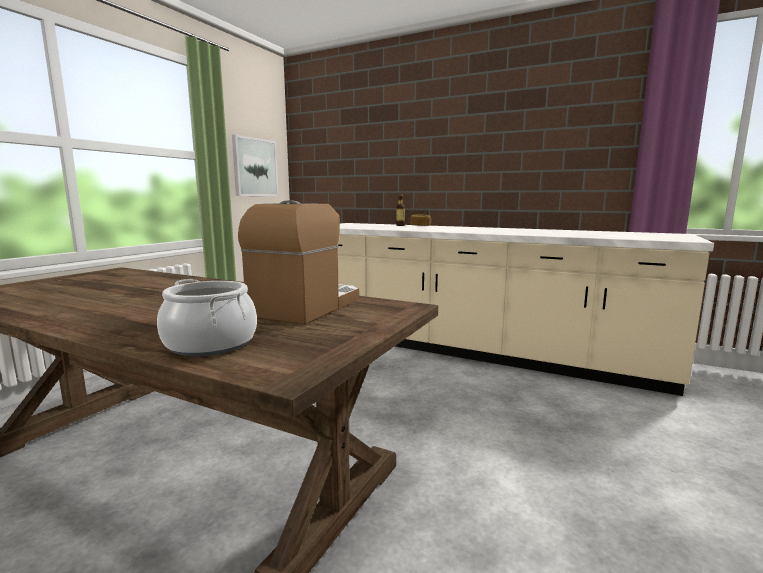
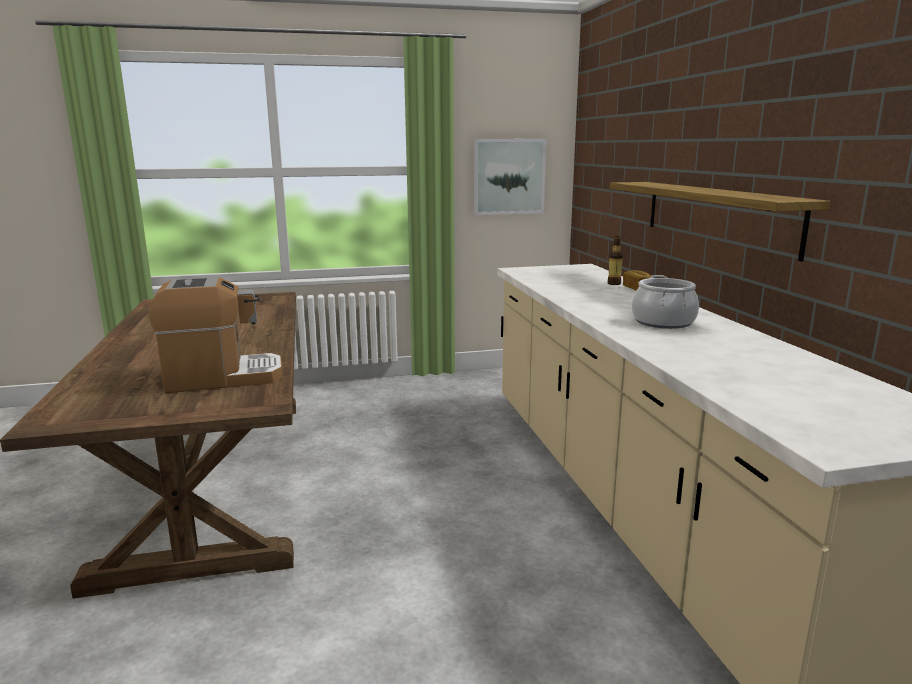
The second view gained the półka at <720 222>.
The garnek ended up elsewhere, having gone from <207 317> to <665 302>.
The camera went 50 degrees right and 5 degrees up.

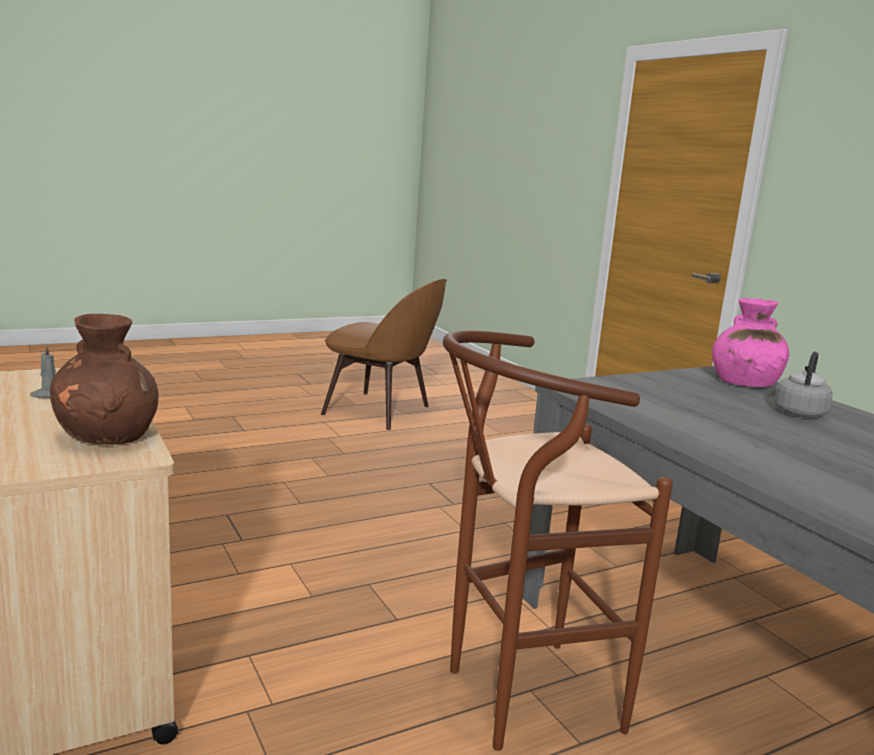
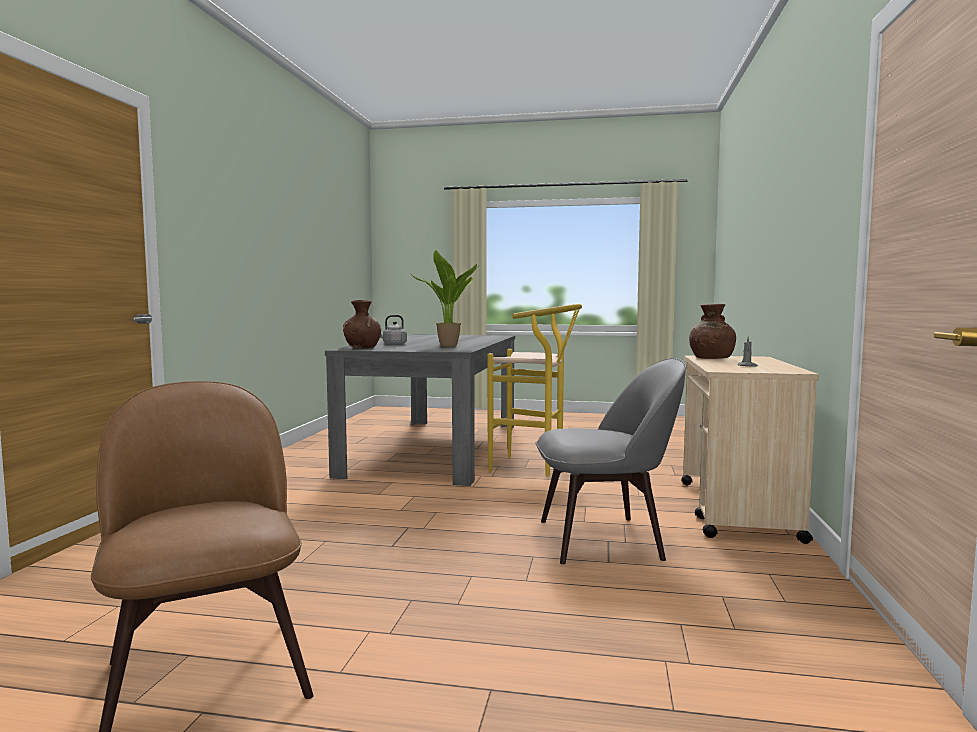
What was the wazon (różowy) at <750 342> turned into the wazon (brązowy) at <362 324>.
The second view gained the roślina doniczkowa at <444 298>.
What was the stołek (brązowy) at <558 540> turned into the stołek (żółty) at <534 390>.
The second view gained the krzesło (szary) at <611 461>.
The camera went 140 degrees left and 10 degrees down.

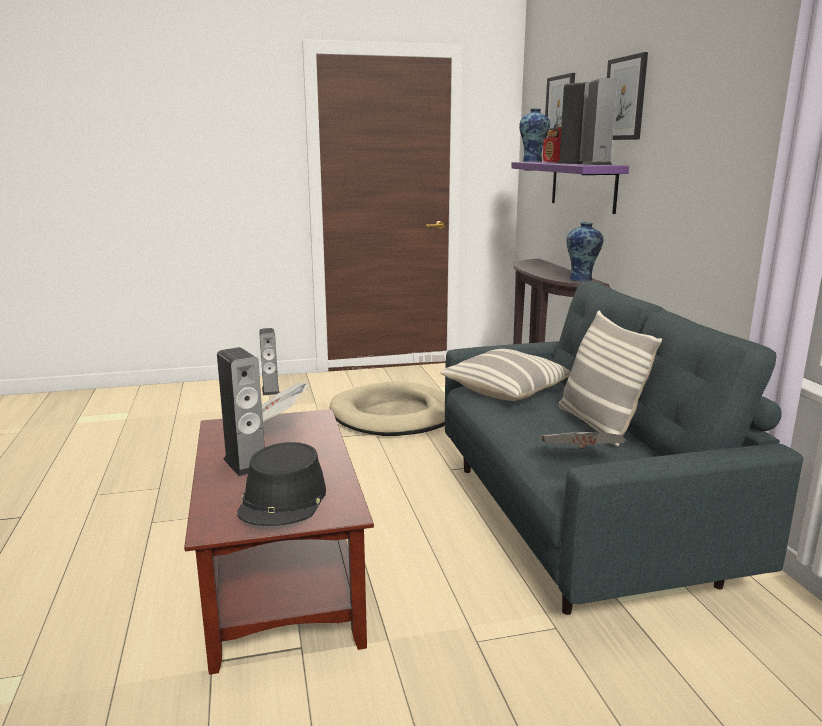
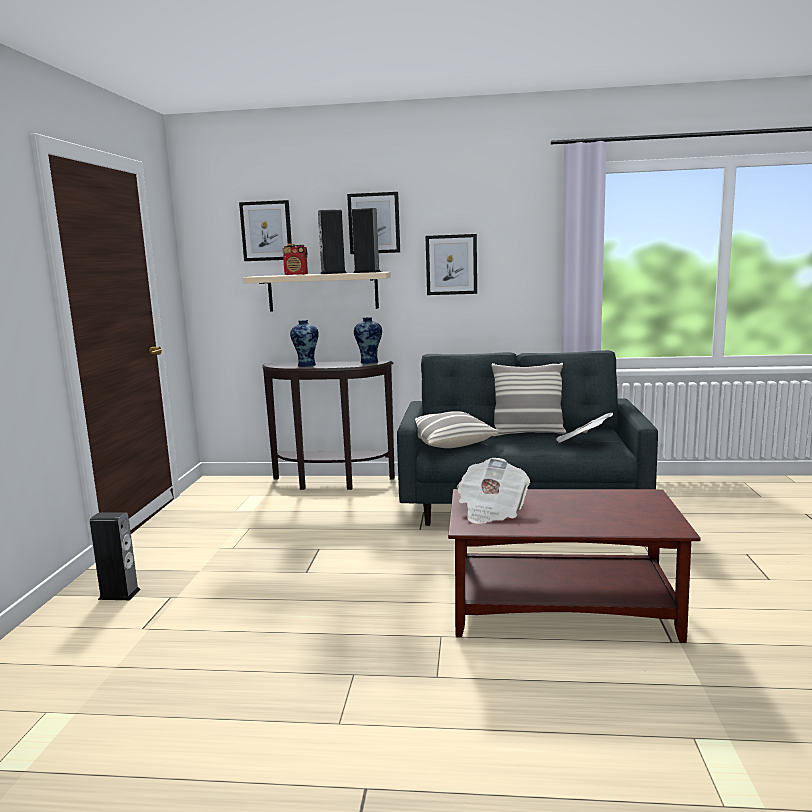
What was the półka (fioletowy) at <570 188> turned into the półka (beżowy) at <317 292>.
The wazon ended up elsewhere, having gone from <534 135> to <304 343>.
The second view gained the obraz at <451 264>.
The second view lost the głośnik at <241 411>.
The second view lost the kapelusz (czarny) at <281 484>.
The second view lost the legowisko (beżowy) at <387 408>.
The camera went 70 degrees left and 5 degrees down.

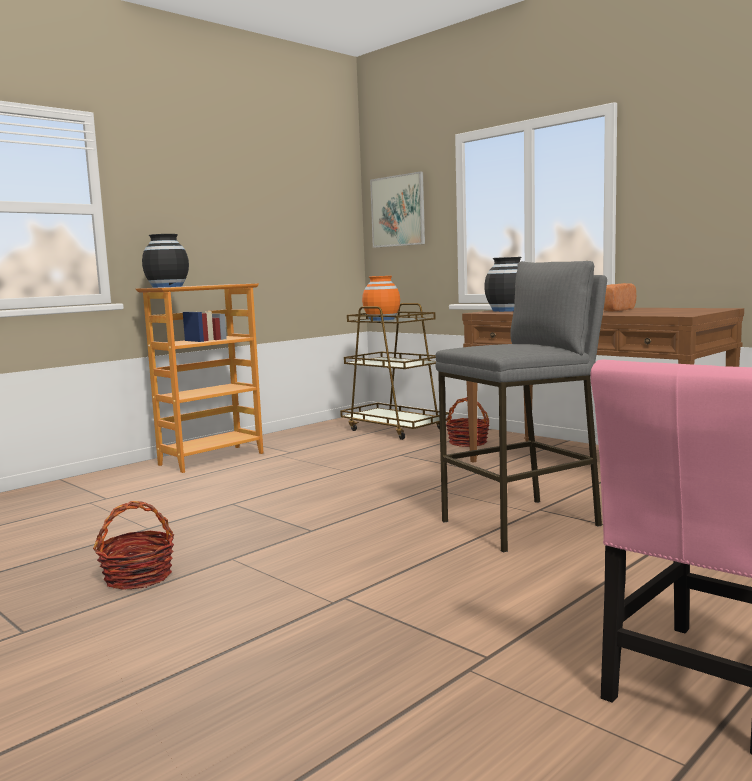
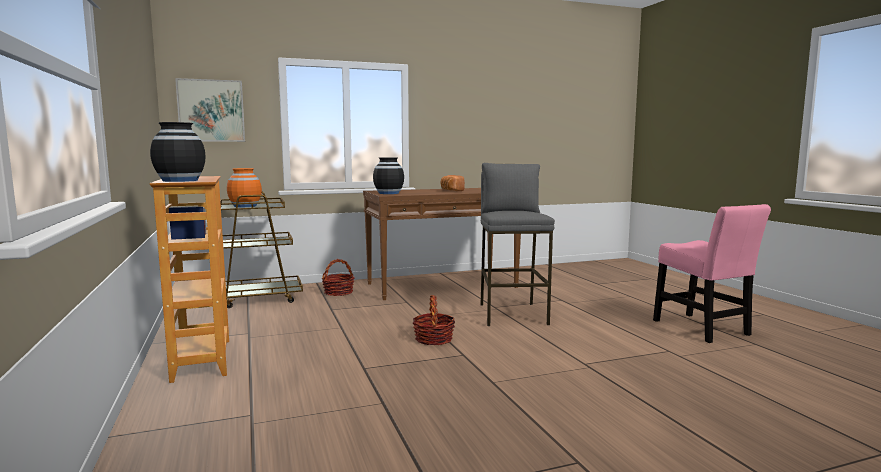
The koszyk ended up elsewhere, having gone from <133 545> to <434 320>.
The camera went 65 degrees left and 0 degrees up.

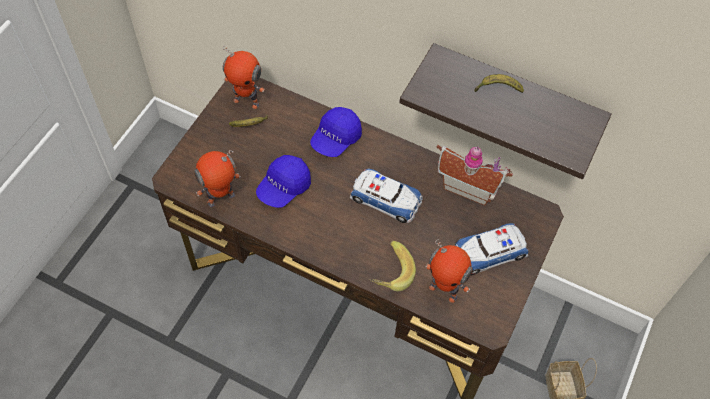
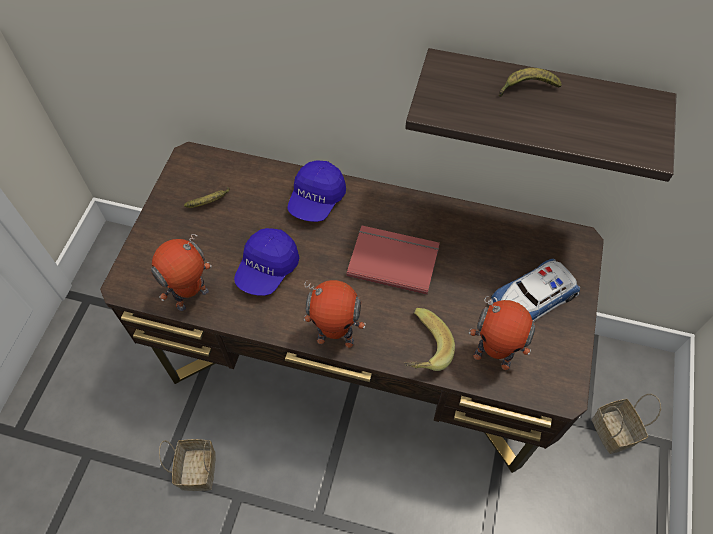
The second view gained the koszyk at <187 465>.
The robot zabawkowy ended up elsewhere, having gone from <244 77> to <335 314>.
Where the samochodzik stood at <386 195>, the książka (czerwony) came to stand at <393 260>.
The second view lost the domek at <475 175>.
The camera went 10 degrees left and 0 degrees up.

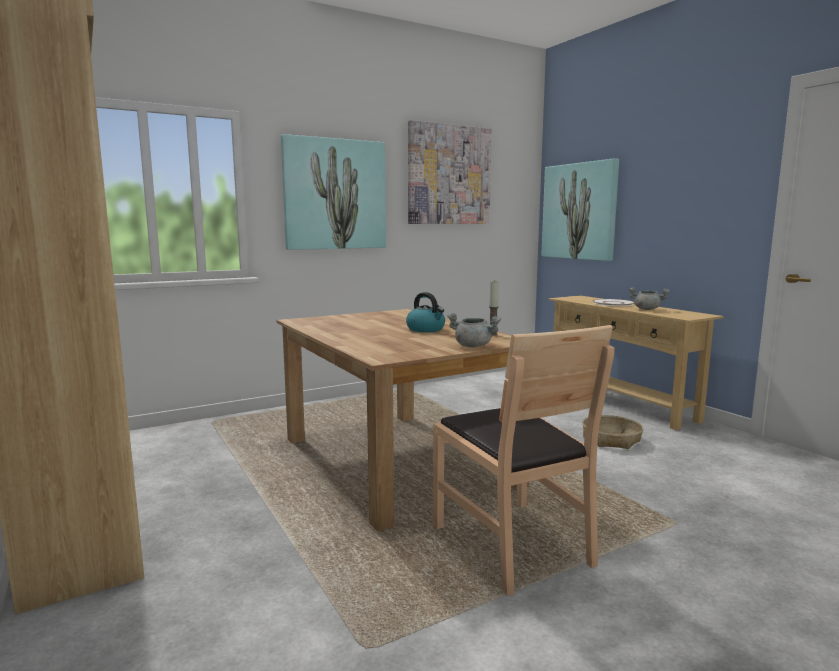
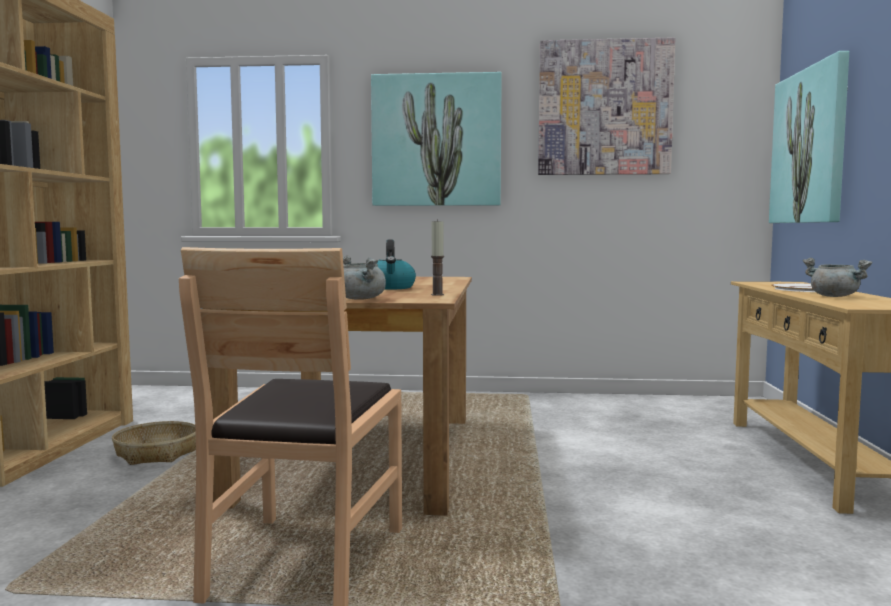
The koszyk ended up elsewhere, having gone from <613 432> to <154 443>.
The camera went 35 degrees right and 5 degrees down.

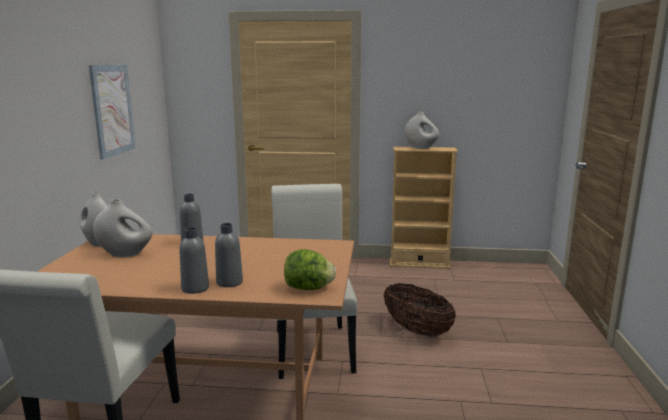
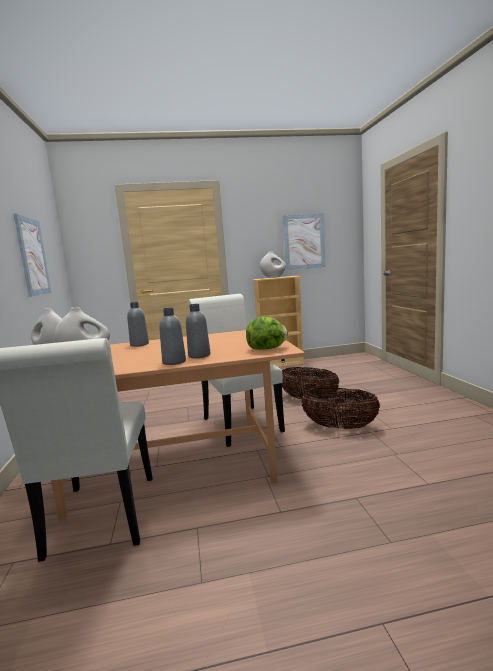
The second view gained the obraz at <304 241>.
The second view gained the koszyk at <340 408>.
The camera went 15 degrees left and 5 degrees down.

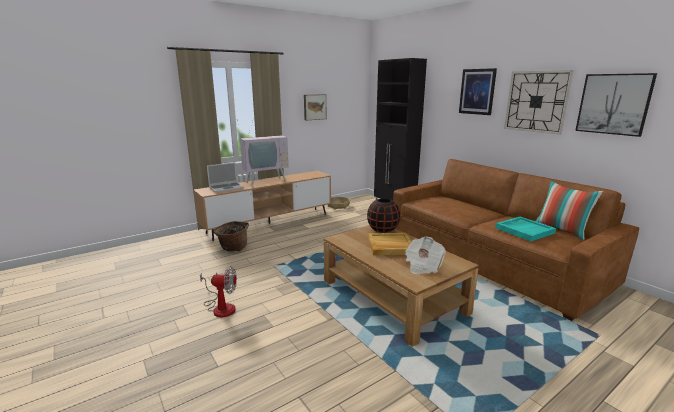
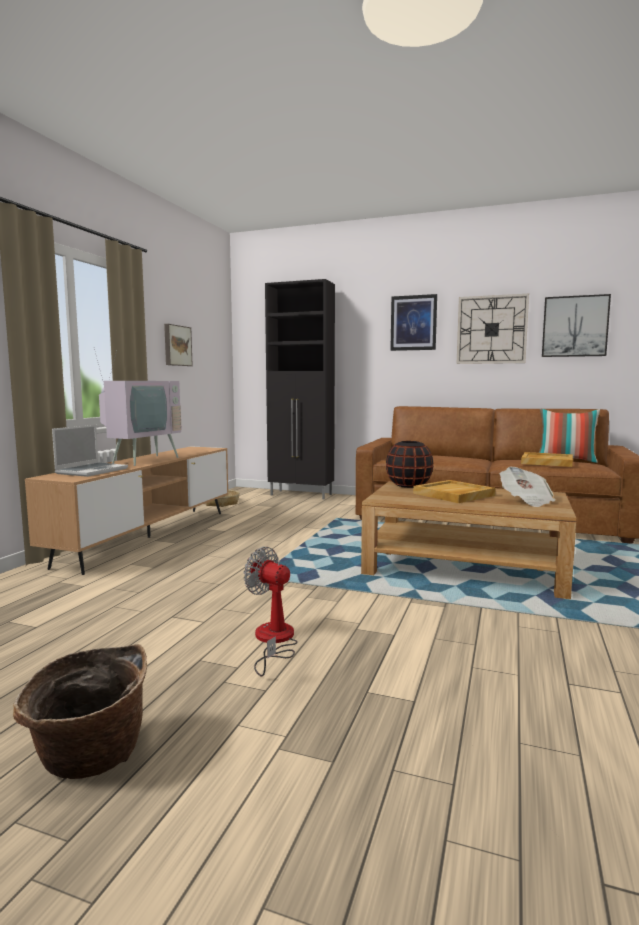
The koszyk ended up elsewhere, having gone from <231 236> to <80 711>.
The wentylator at <218 291> ended up facing another way, 105 degrees counterclockwise from before.
What was the taca (turkusowy) at <525 229> turned into the taca (beżowy) at <547 459>.
The camera went 35 degrees left and 10 degrees down.

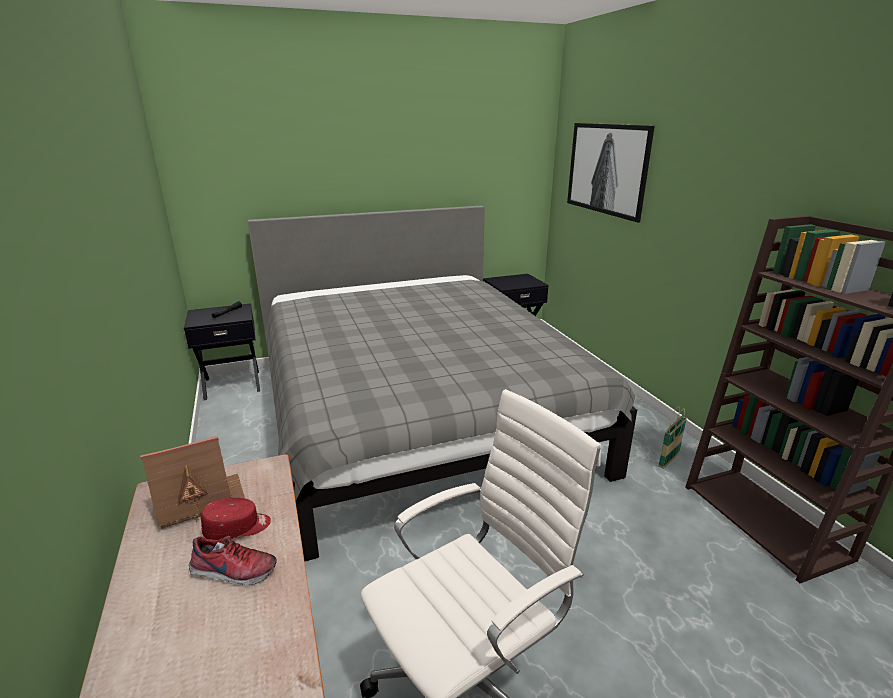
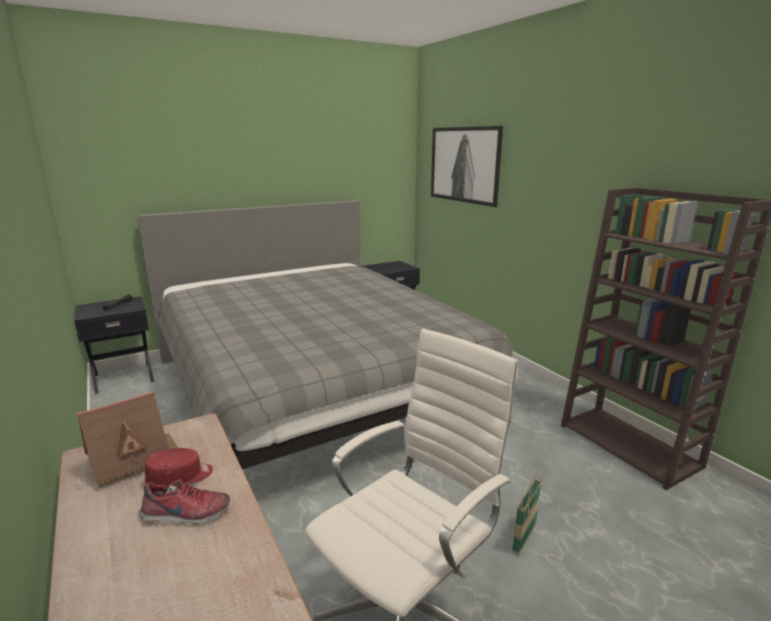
The koszyk ended up elsewhere, having gone from <672 437> to <527 512>.
The camera went 10 degrees left and 5 degrees down.

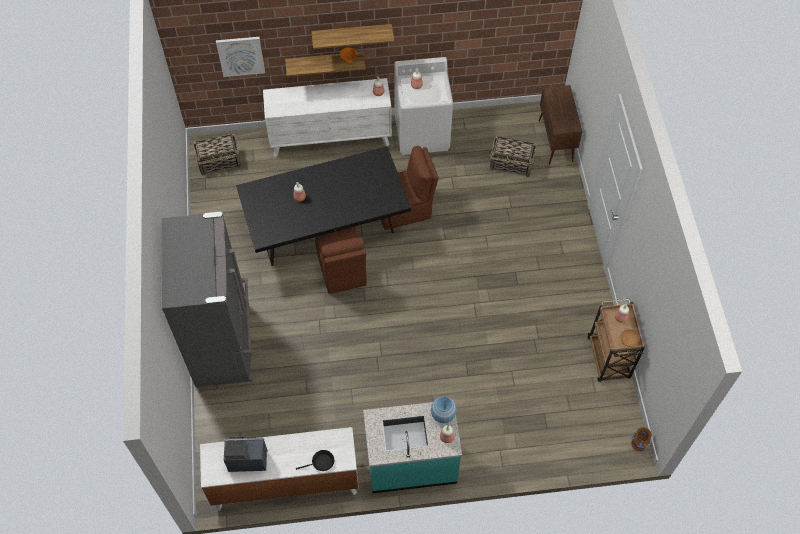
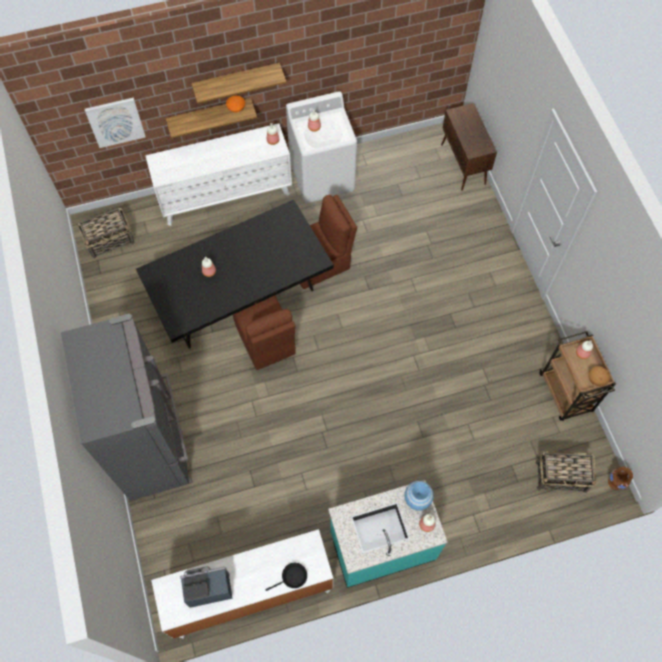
The koszyk ended up elsewhere, having gone from <513 156> to <566 472>.
The camera went 10 degrees left and 5 degrees up.

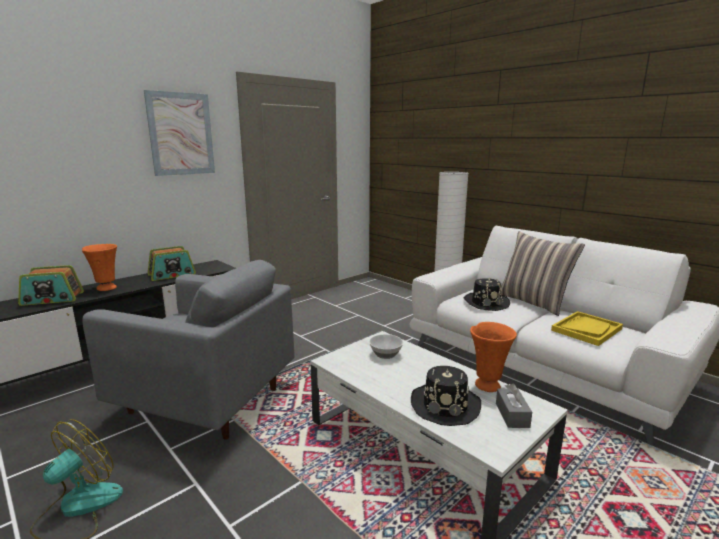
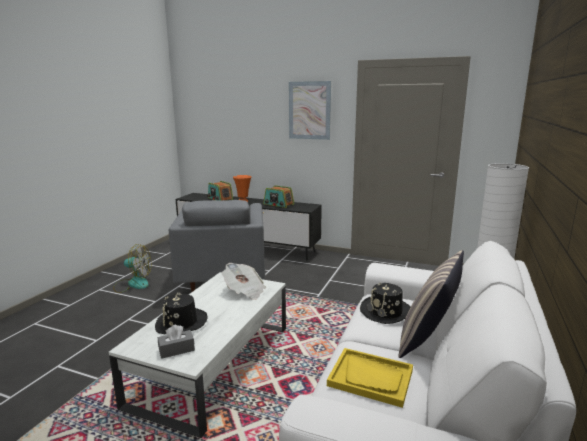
Where the miska stood at <386 346>, the gazeta came to stand at <244 281>.
The second view lost the wazon (pomarańczowy) at <493 357>.
The camera went 65 degrees right and 0 degrees up.

